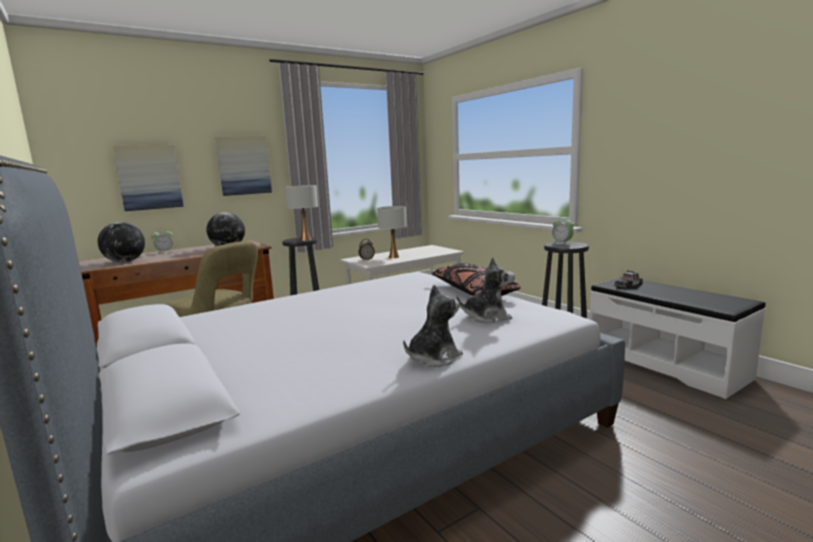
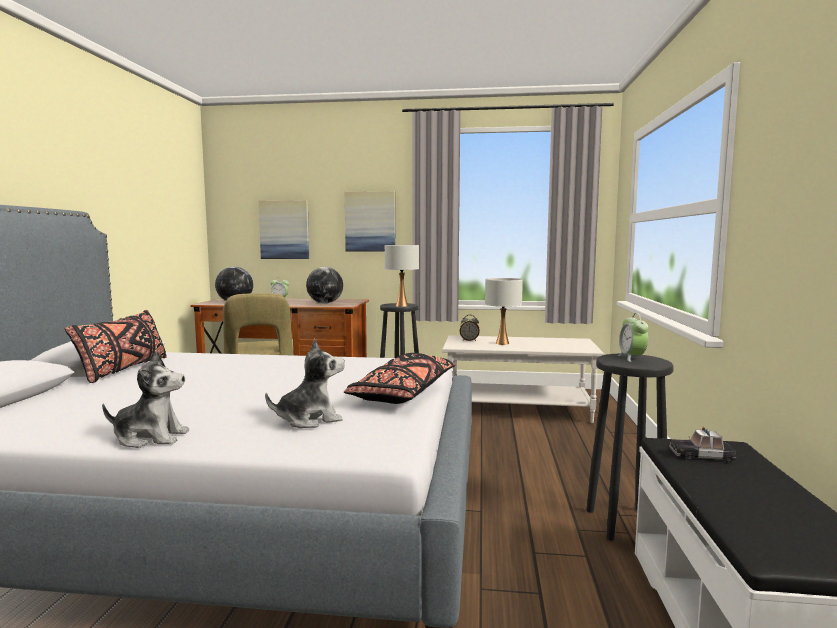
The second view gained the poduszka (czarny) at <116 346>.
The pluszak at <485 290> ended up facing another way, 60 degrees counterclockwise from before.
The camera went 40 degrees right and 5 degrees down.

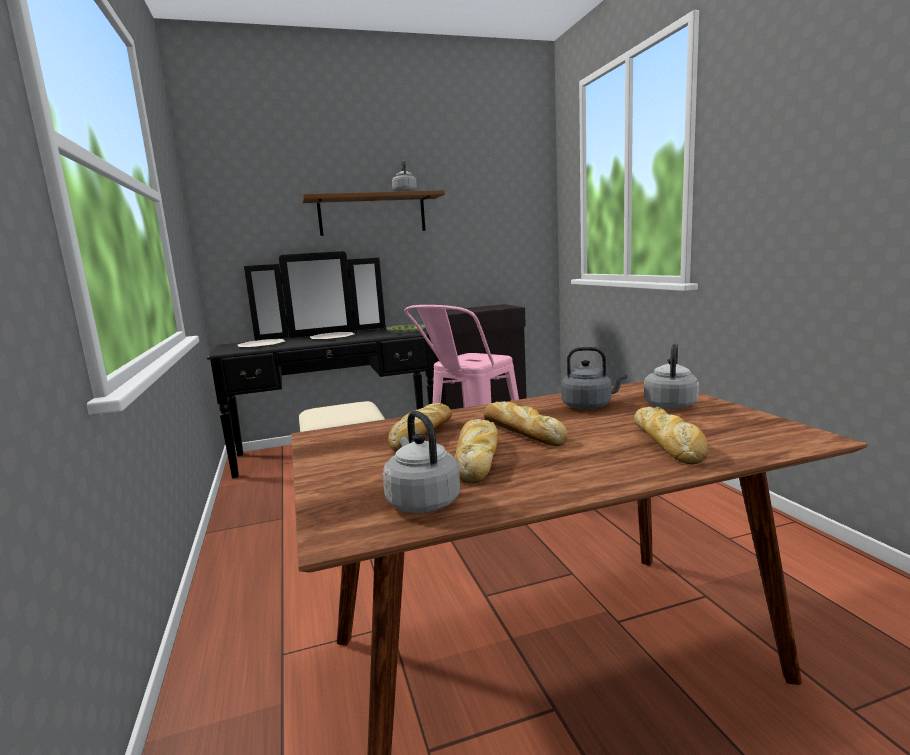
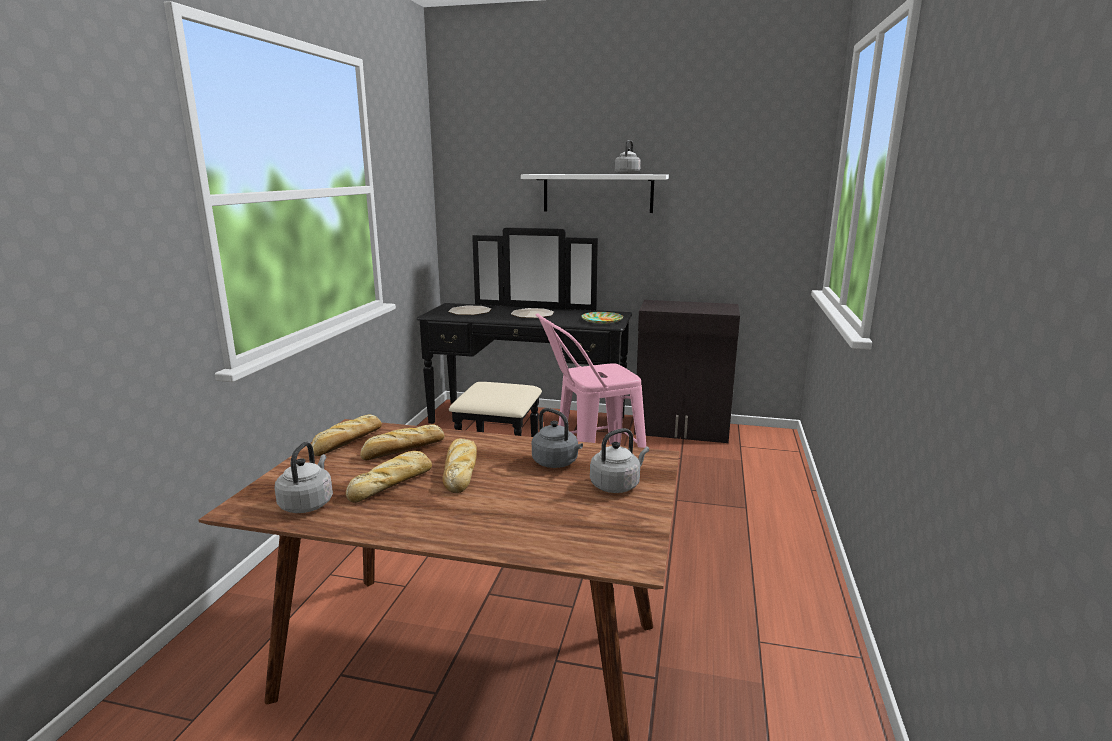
The chleb ended up elsewhere, having gone from <671 435> to <346 435>.
What was the półka (brązowy) at <373 213> turned into the półka (biały) at <595 193>.
The camera went 30 degrees right and 5 degrees up.

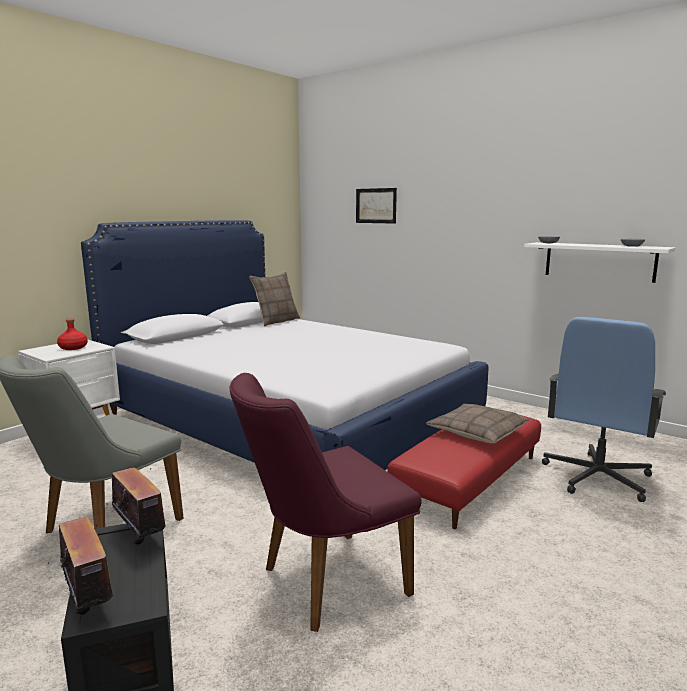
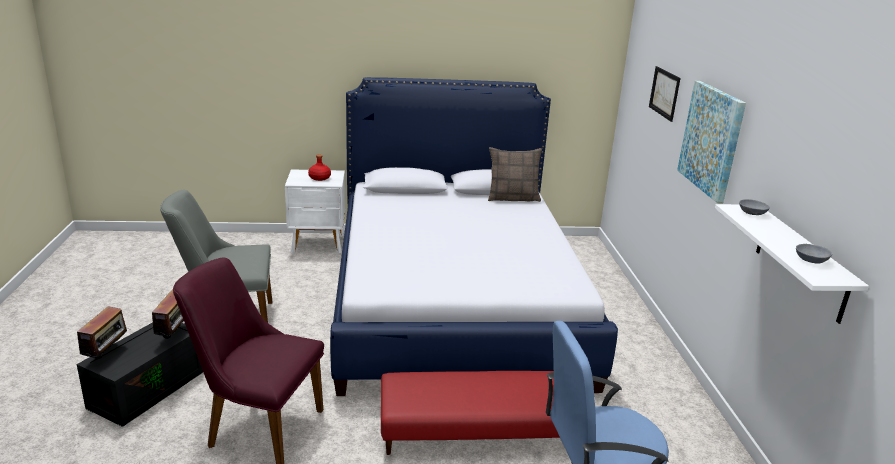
The second view gained the obraz at <711 142>.
The second view lost the poduszka at <477 423>.
The camera went 45 degrees right and 10 degrees up.

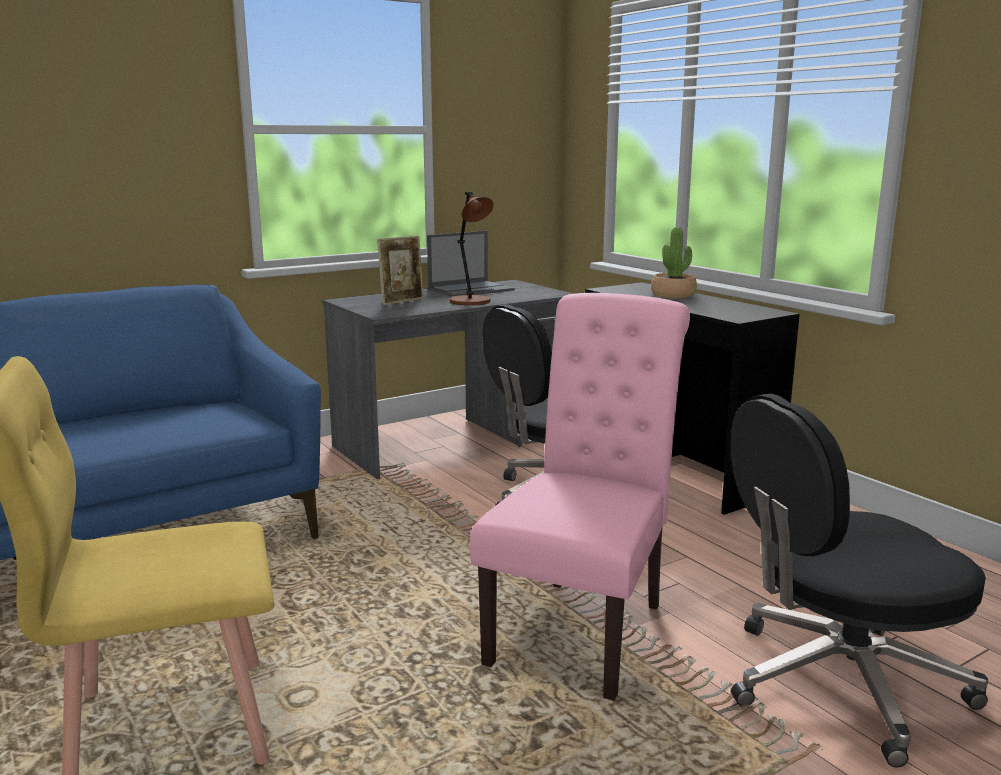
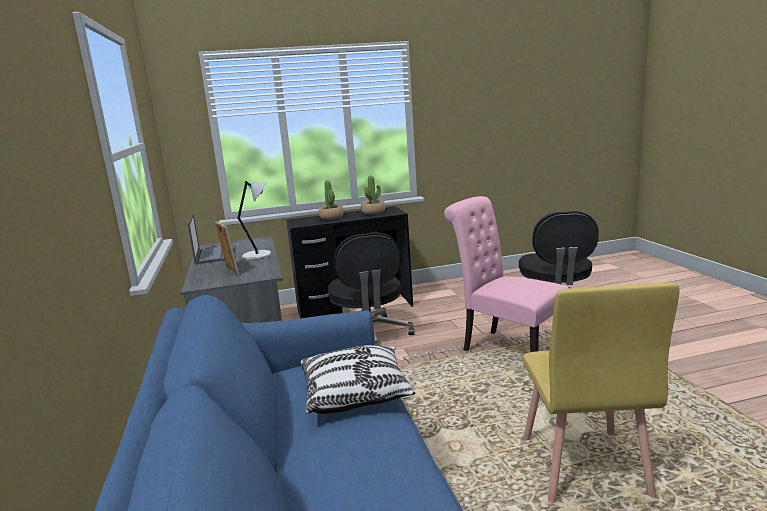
What was the lampa stołowa (brązowy) at <472 248> turned into the lampa stołowa (szary) at <254 220>.
The second view gained the poduszka at <357 379>.
The second view gained the roślina doniczkowa at <373 194>.
The camera went 70 degrees left and 0 degrees up.

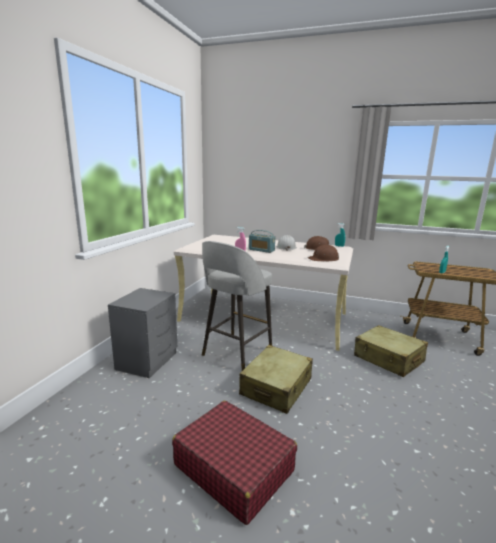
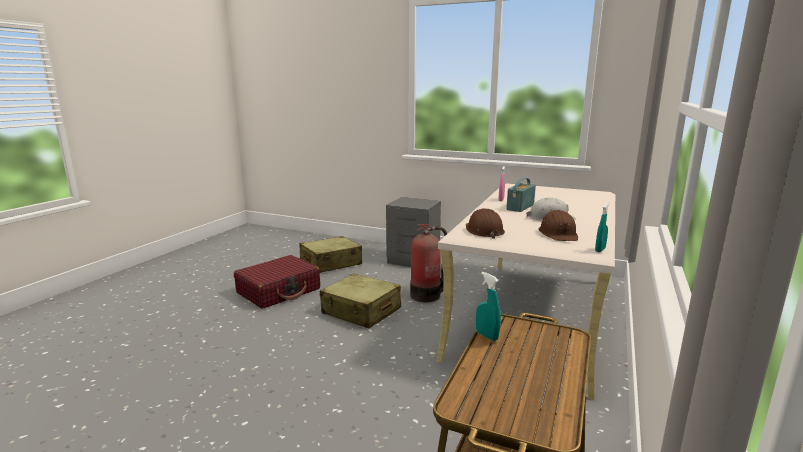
The walizka (beżowy) ended up elsewhere, having gone from <391 351> to <330 254>.
Where the stołek (szary) stood at <237 306>, the gaśnica came to stand at <428 263>.
The camera went 95 degrees right and 0 degrees up.

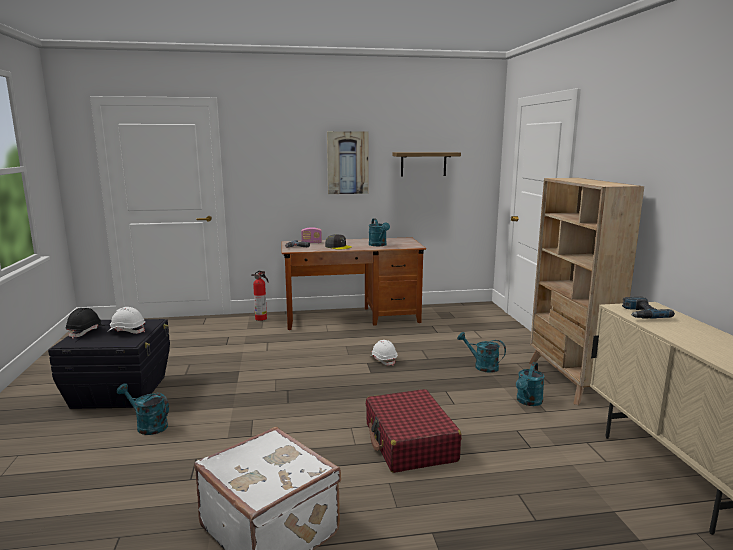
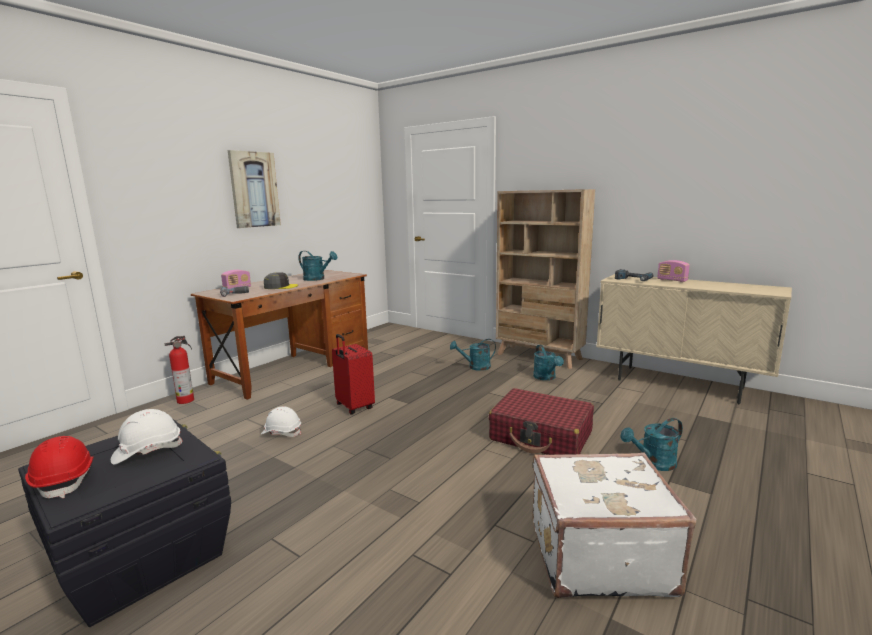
What was the kask (czarny) at <85 323> turned into the kask (czerwony) at <59 467>.
The kask (biały) ended up elsewhere, having gone from <383 353> to <281 421>.
The second view gained the walizka (czerwony) at <353 374>.
The konewka (turkusowy) ended up elsewhere, having gone from <143 409> to <651 444>.
The second view gained the radio at <673 271>.
The second view lost the półka at <427 164>.
The camera went 45 degrees left and 0 degrees up.

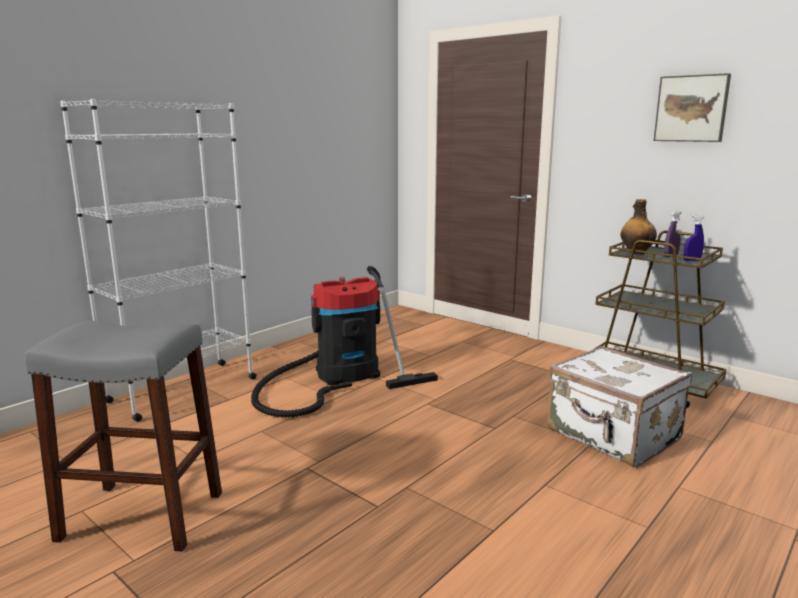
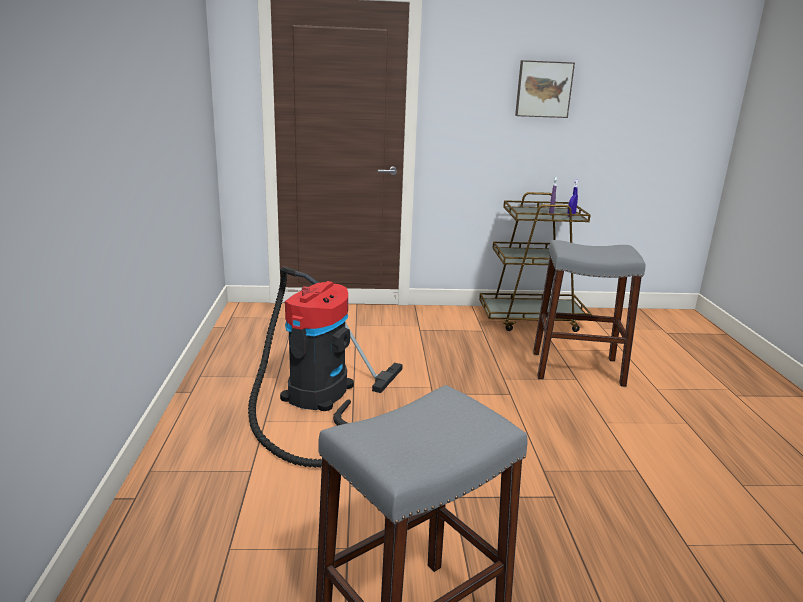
Where the walizka (biały) stood at <619 407>, the stołek (szary) came to stand at <589 313>.
The second view lost the regał (biały) at <158 260>.
The second view lost the butelka at <639 227>.
The camera went 45 degrees left and 5 degrees up.

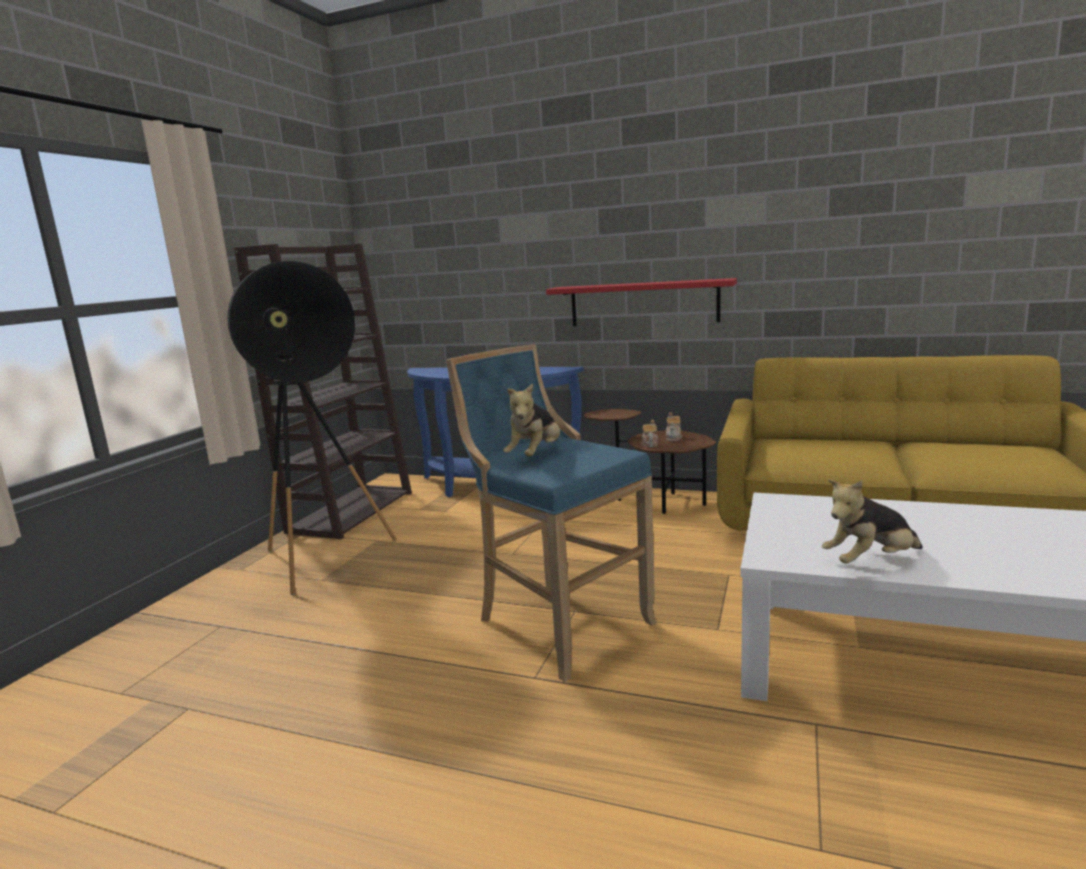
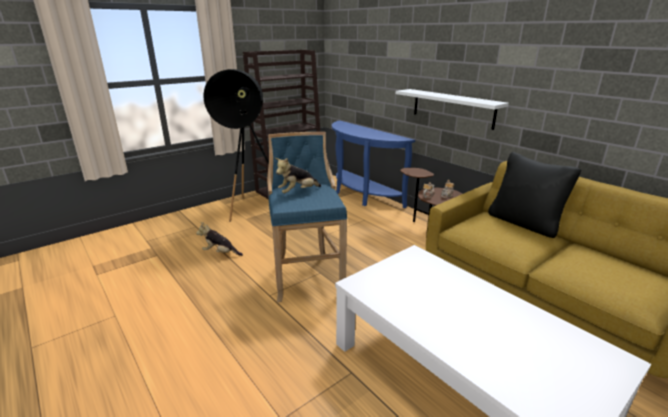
The pluszak ended up elsewhere, having gone from <872 521> to <219 239>.
What was the półka (czerwony) at <641 302> turned into the półka (biały) at <452 109>.
The second view gained the poduszka (czarny) at <534 195>.
The camera went 30 degrees right and 10 degrees up.

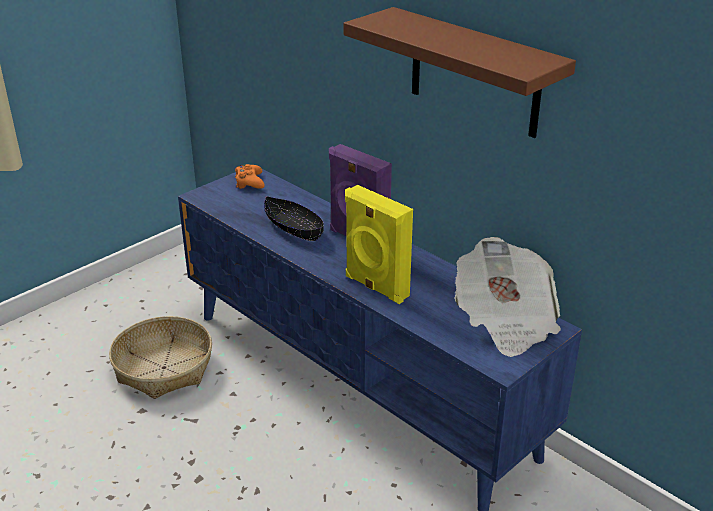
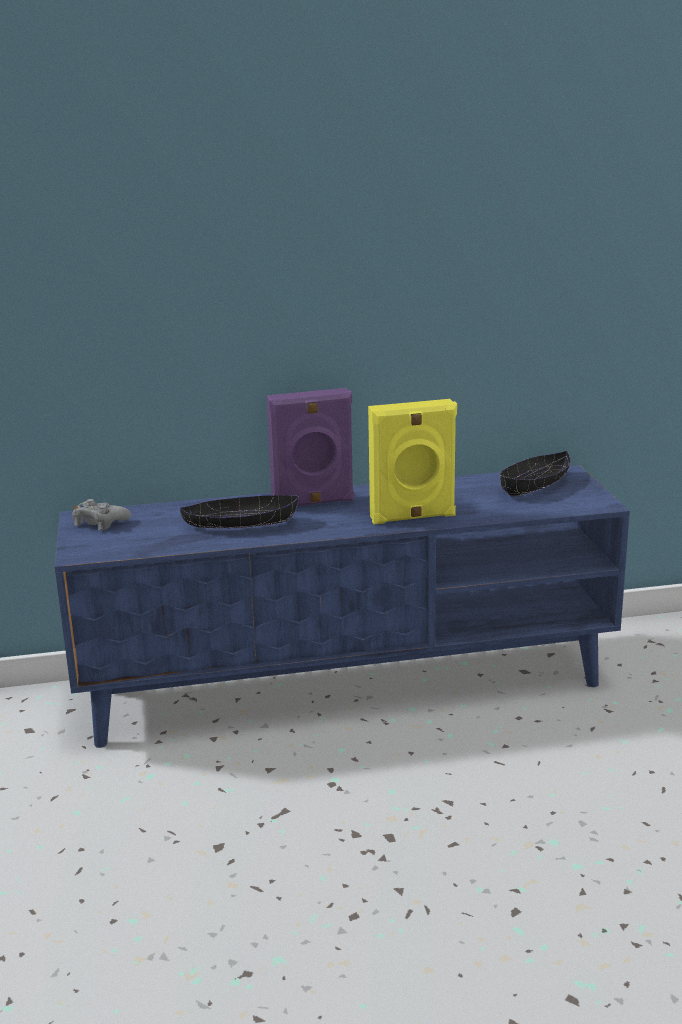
What was the pad do gier (pomarańczowy) at <250 176> turned into the pad do gier (szary) at <101 514>.
Where the gazeta stood at <507 297>, the miska (czarny) came to stand at <535 474>.
The second view lost the koszyk at <160 357>.
The second view lost the półka (brązowy) at <459 72>.
The camera went 55 degrees left and 10 degrees down.

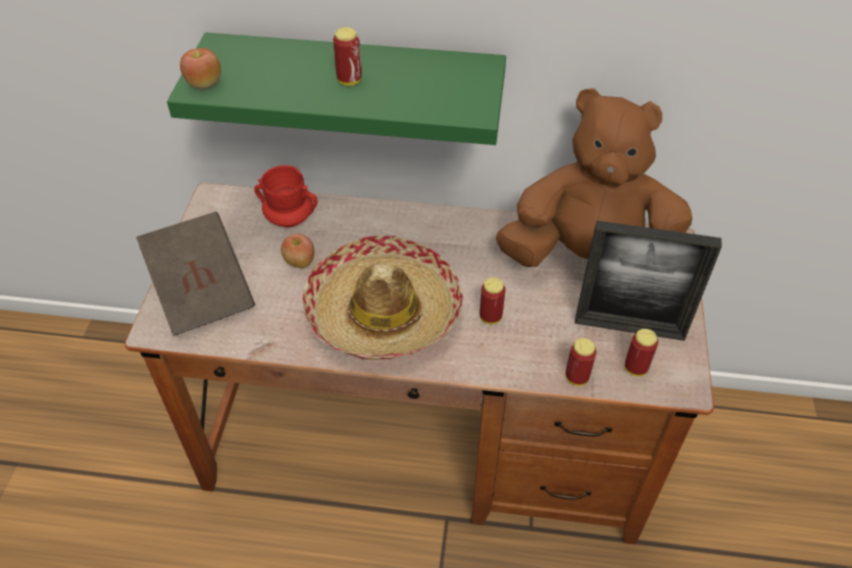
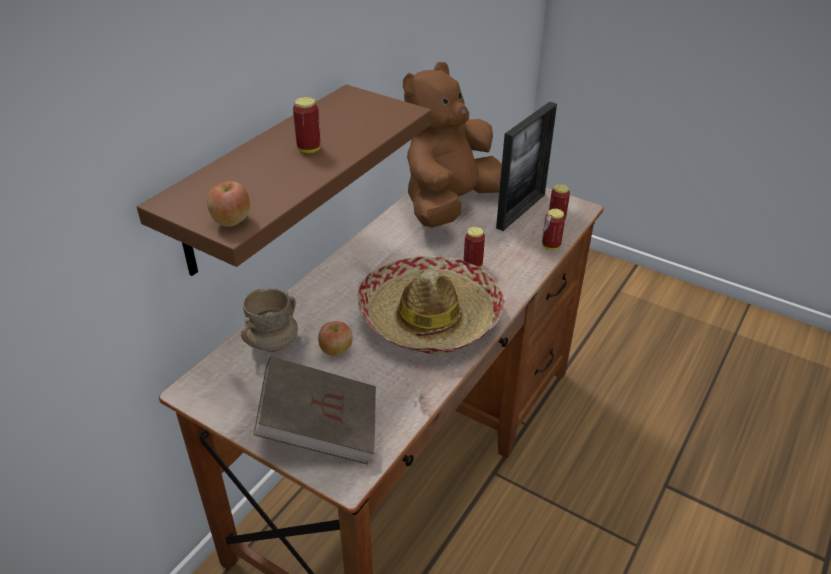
What was the półka (zielony) at <336 88> turned into the półka (brązowy) at <284 180>.
What was the kubek (czerwony) at <286 196> turned into the kubek (beżowy) at <269 320>.
The camera went 65 degrees left and 10 degrees down.

